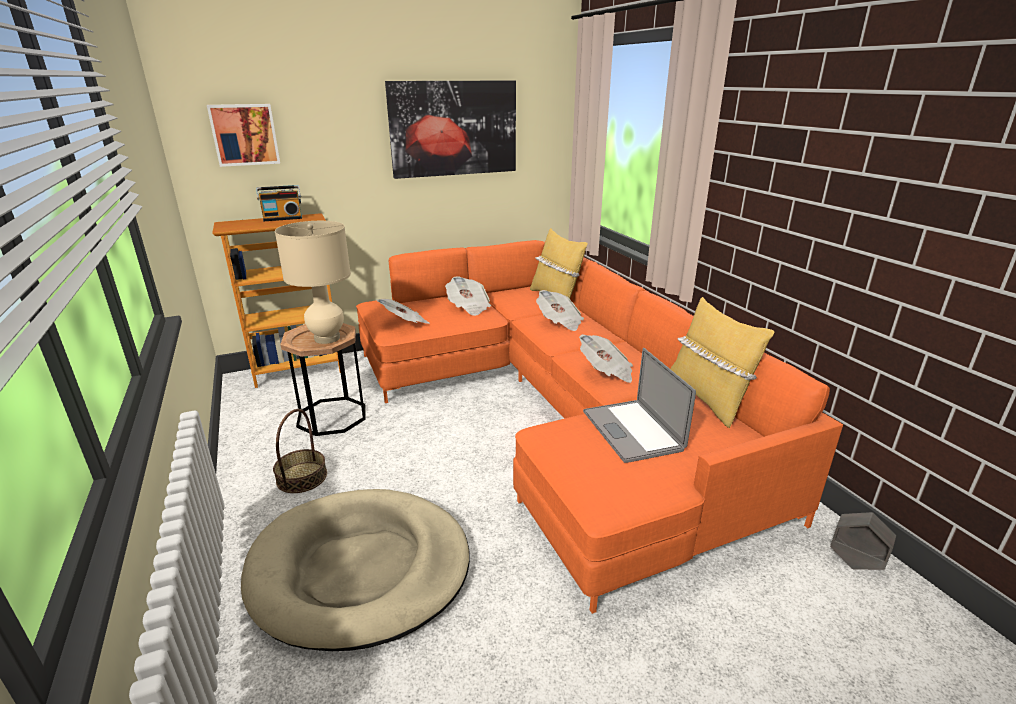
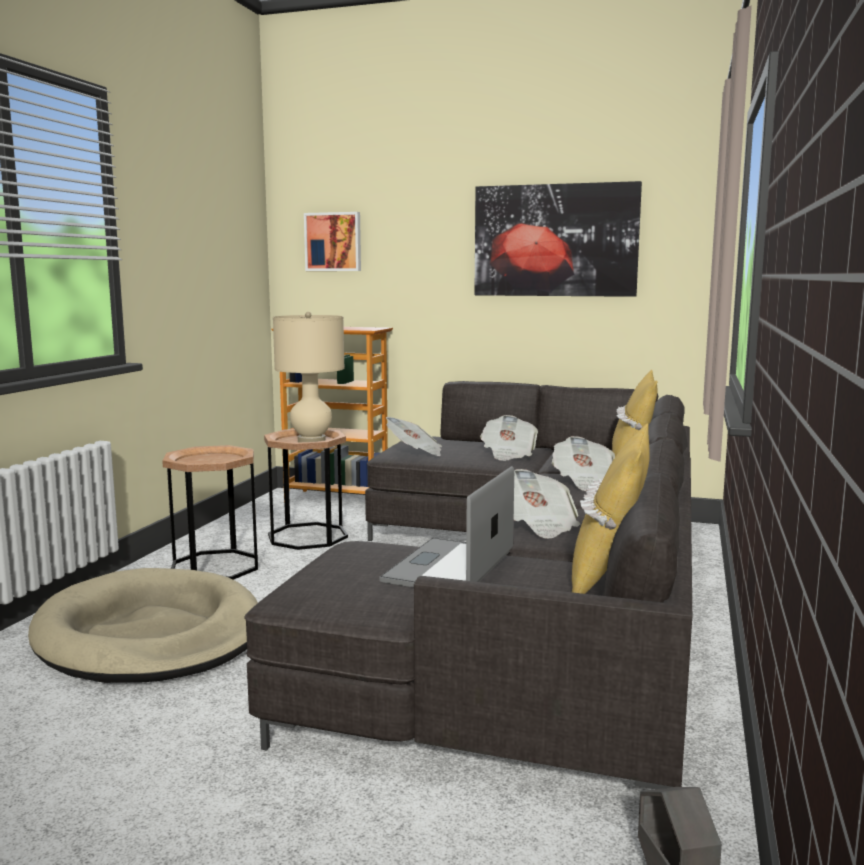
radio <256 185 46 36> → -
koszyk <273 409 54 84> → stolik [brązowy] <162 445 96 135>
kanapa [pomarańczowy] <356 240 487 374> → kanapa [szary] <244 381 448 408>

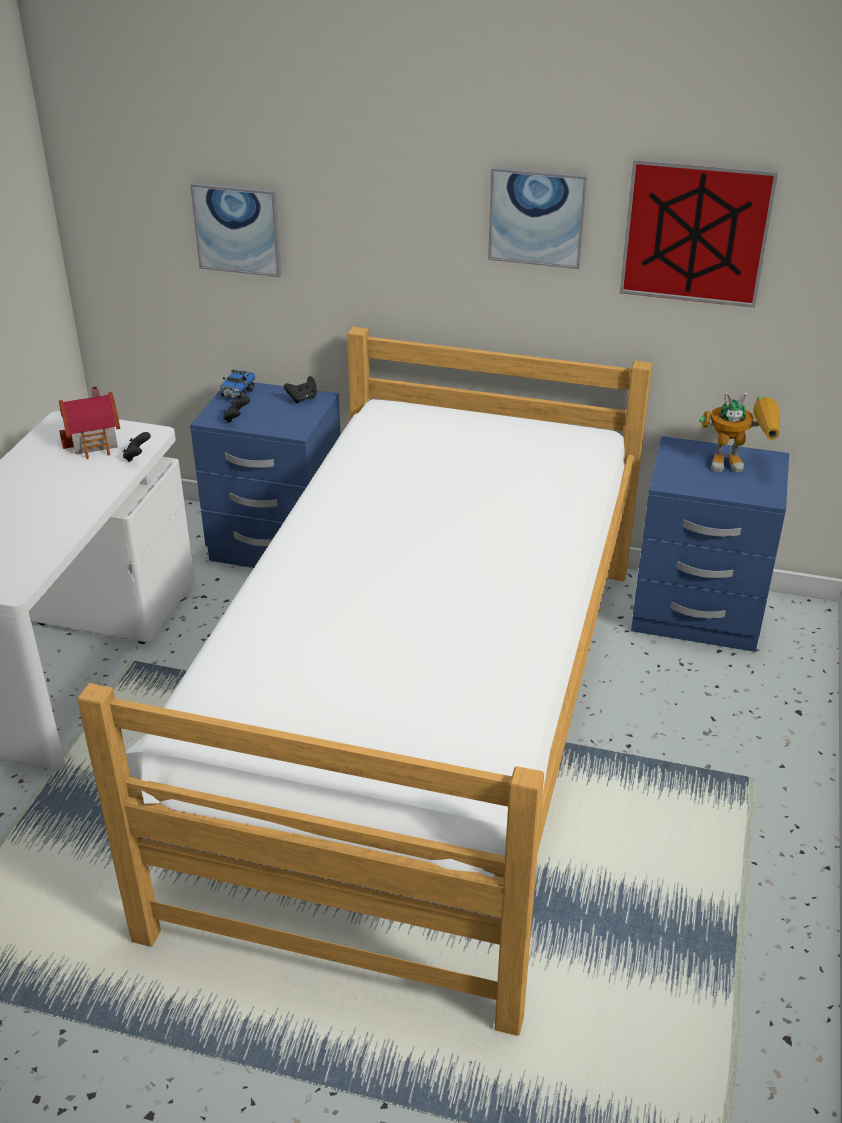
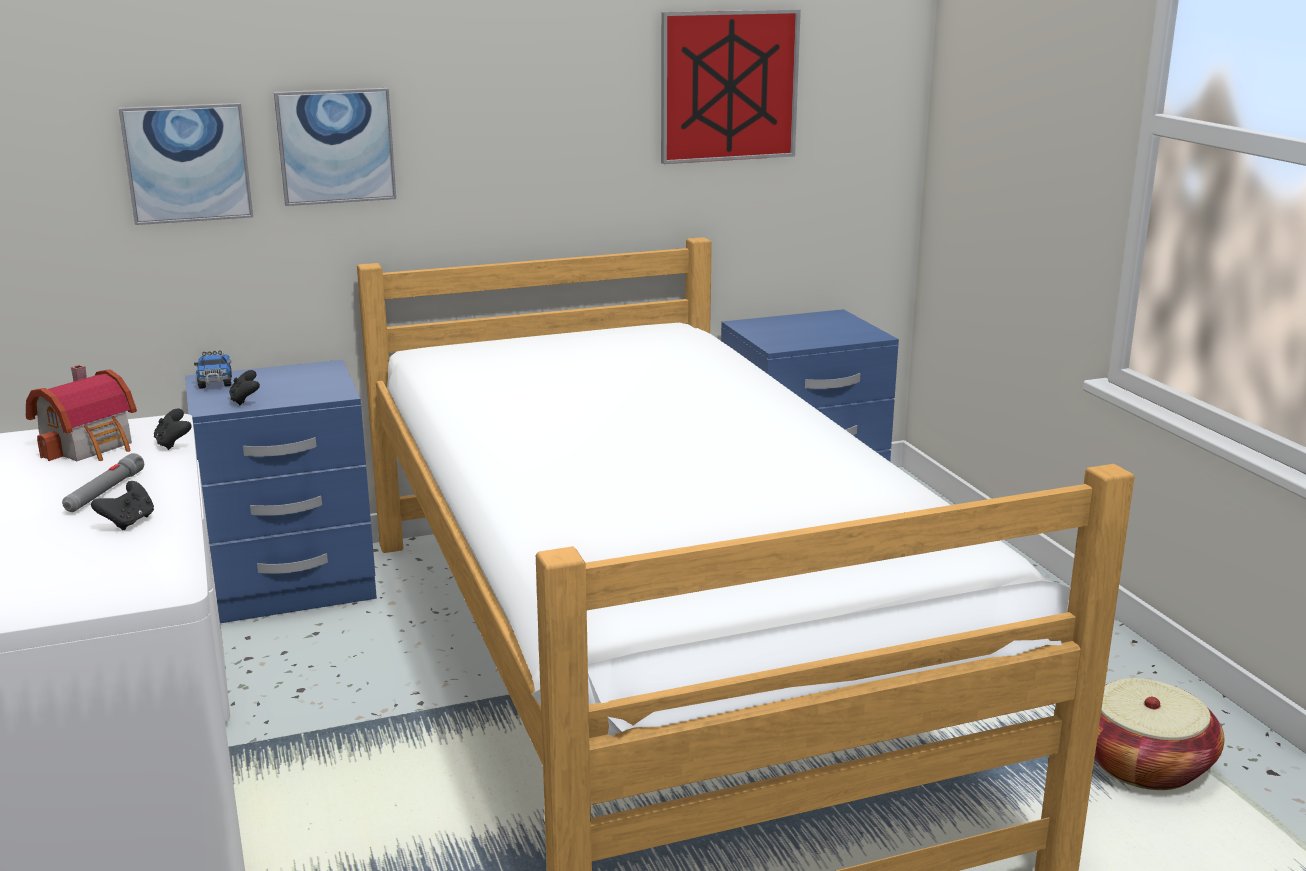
robot zabawkowy <699 392 81 80> → -
- → latarka [szary] <62 453 82 59>
- → koszyk <1095 678 129 112>
pad do gier [czarny] <284 376 33 27> → pad do gier [czarny] <91 481 63 49>, moved
obraz <488 167 99 102> → obraz <274 88 122 118>, moved

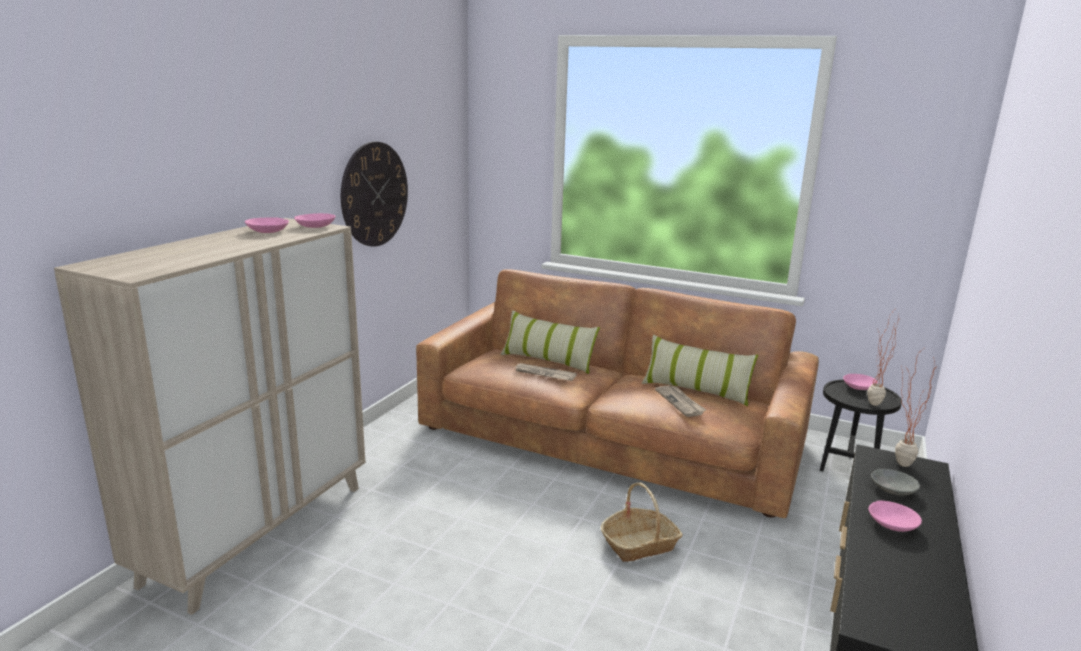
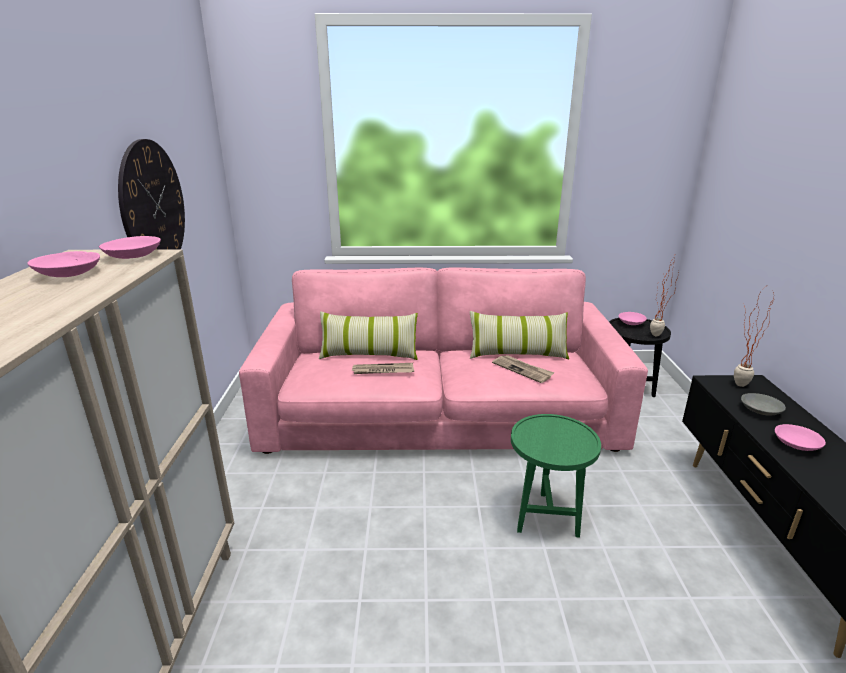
koszyk <601 482 82 80> → stolik [zielony] <511 414 90 124>
kanapa [brązowy] <416 269 403 249> → kanapa [różowy] <239 267 409 187>

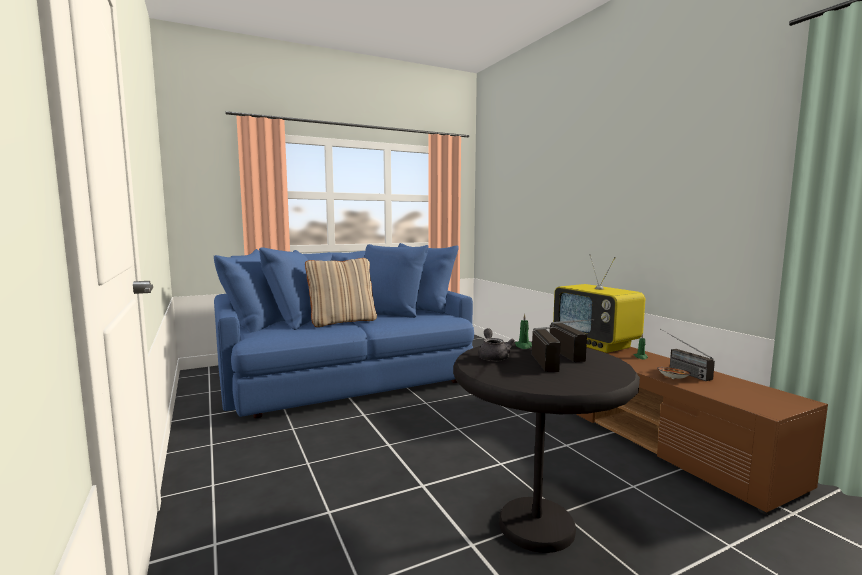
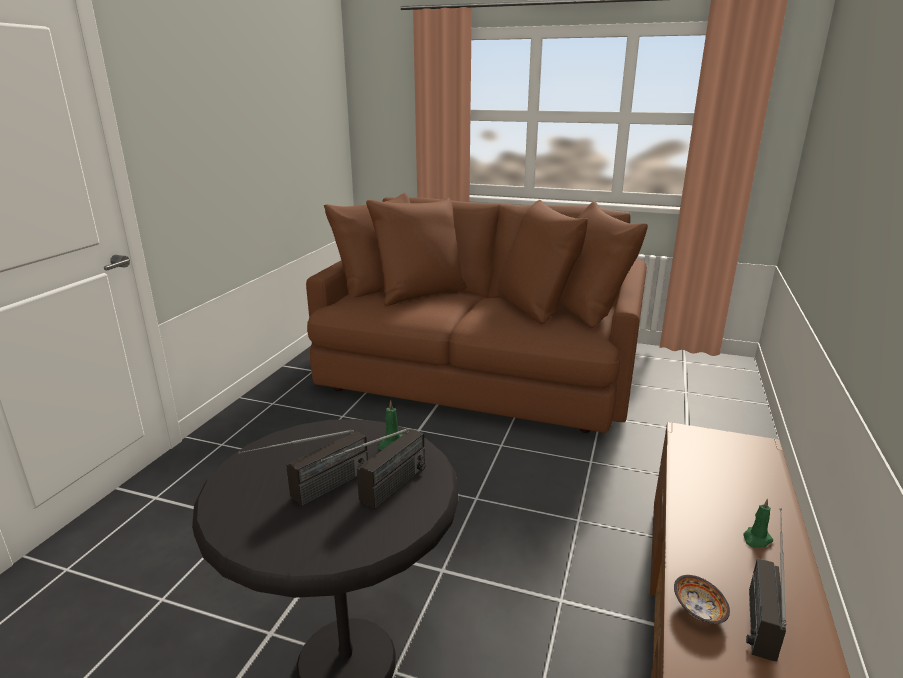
poduszka [beżowy] <305 258 72 69> → -
imbryk [szary] <478 328 37 33> → -
telewizor <553 254 92 99> → -
kanapa [niebieski] <214 243 260 175> → kanapa [brązowy] <306 193 342 240>

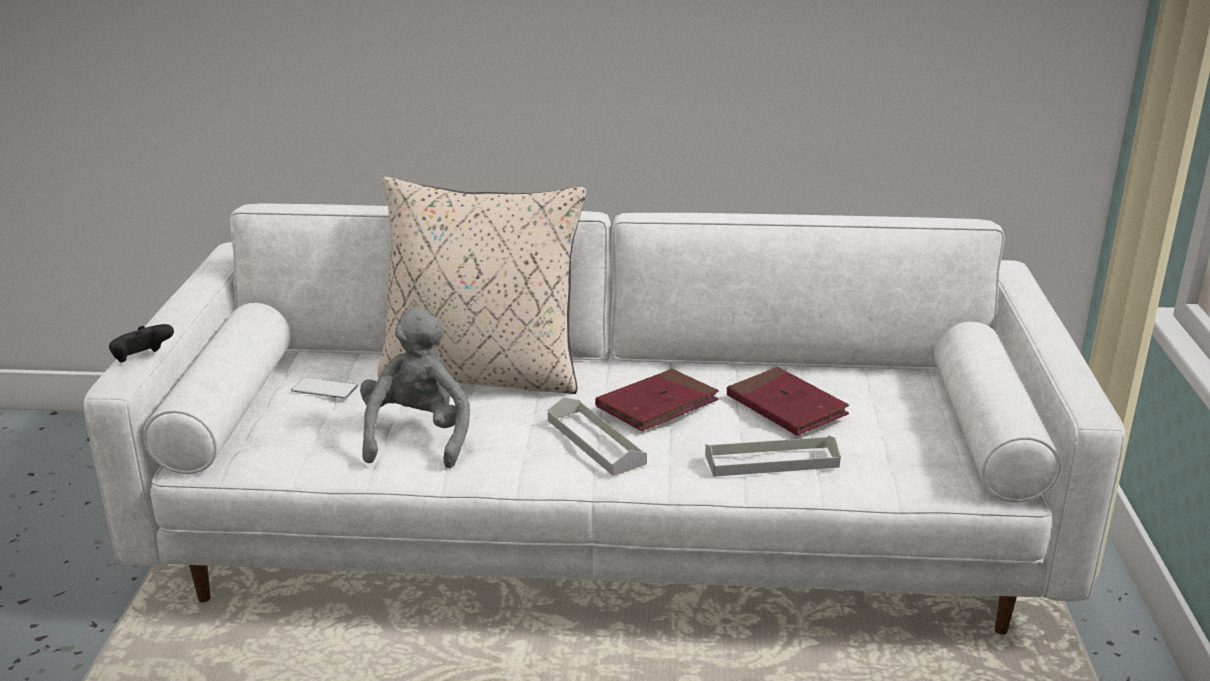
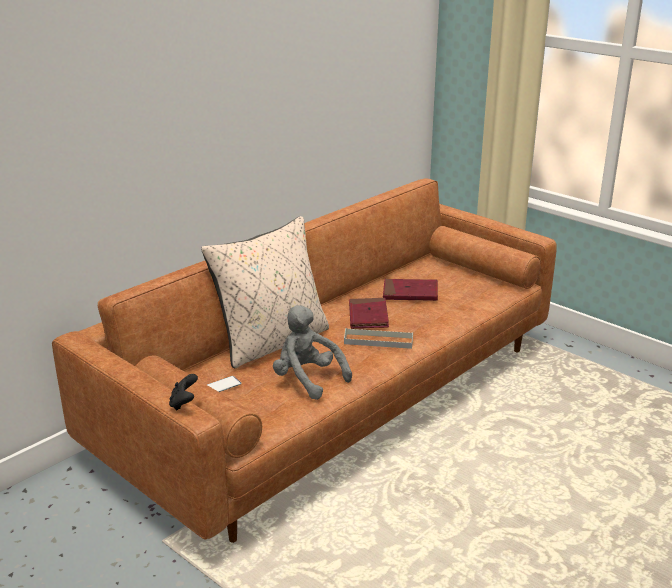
taca [szary] <705 435 136 42> → -
kanapa [biały] <84 203 1041 432> → kanapa [brązowy] <52 179 505 364>

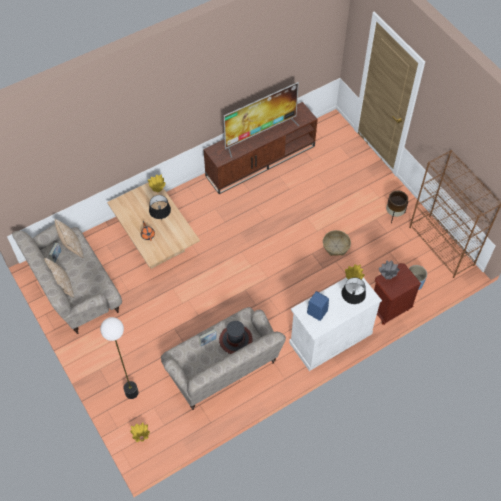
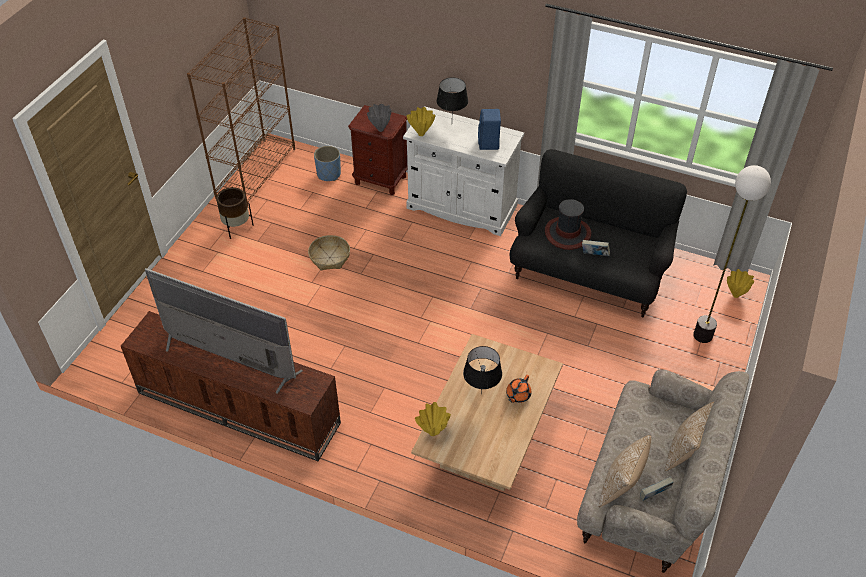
kanapa [beżowy] <161 307 125 103> → kanapa [czarny] <510 149 177 168>

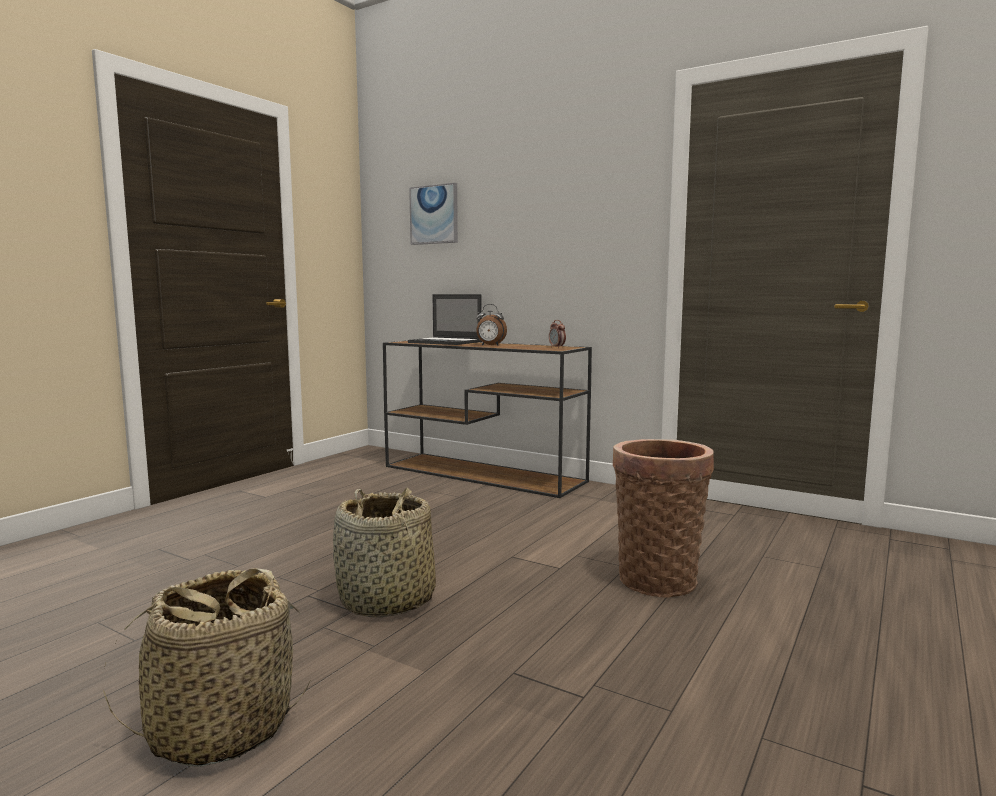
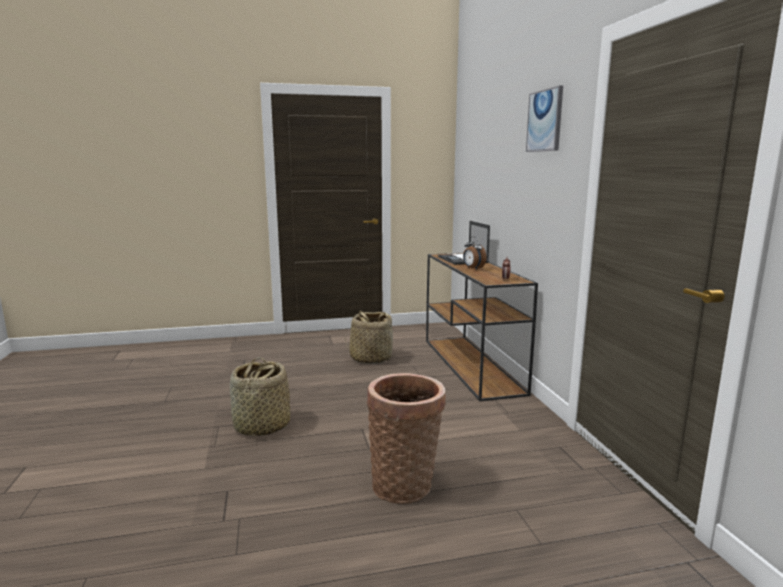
koszyk <103 568 207 199> → koszyk <345 311 50 53>, moved
obraz <409 183 49 62> → obraz <526 85 37 67>, moved

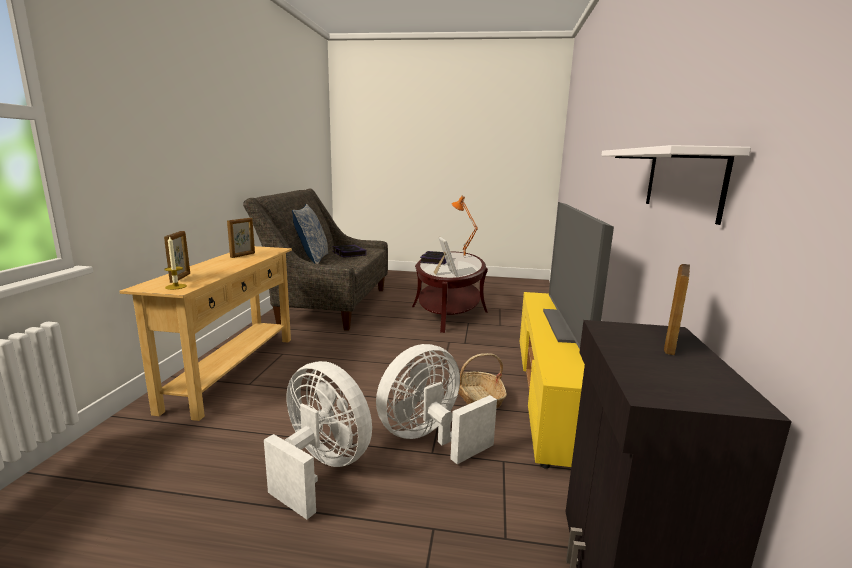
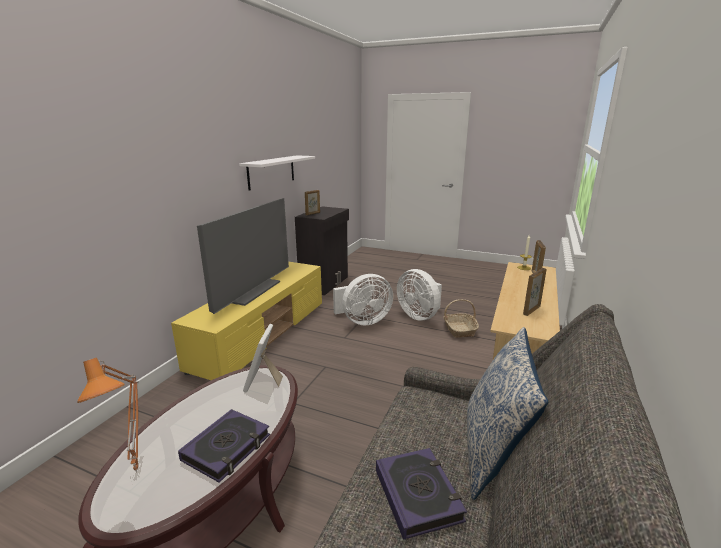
koszyk <458 353 49 55> → koszyk <444 299 35 39>, moved

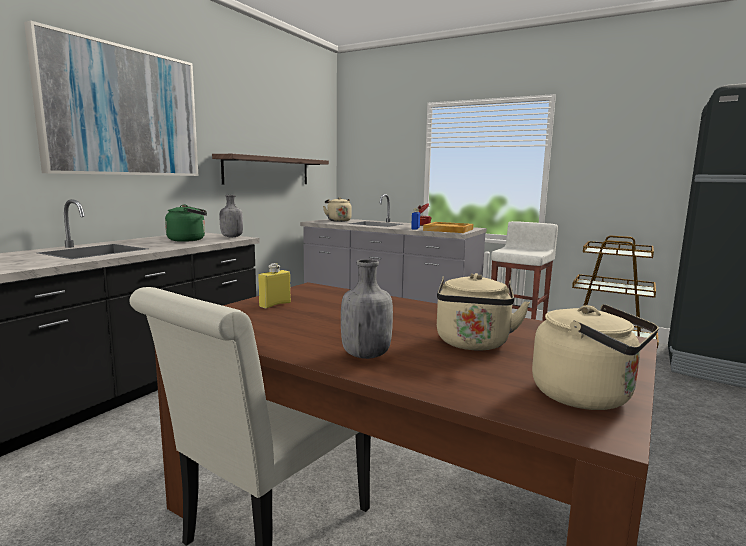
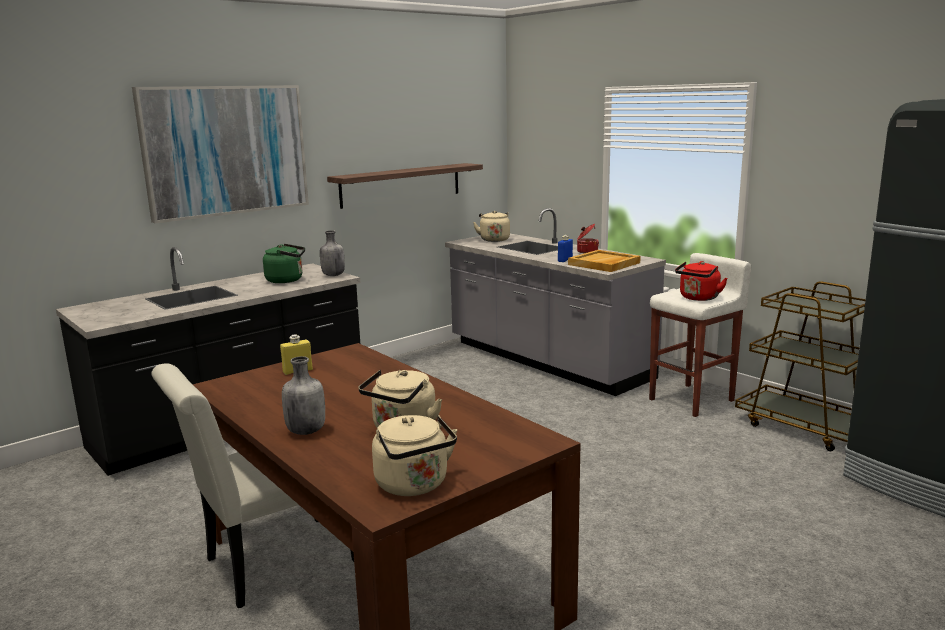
- → czajnik [czerwony] <675 261 53 40>

